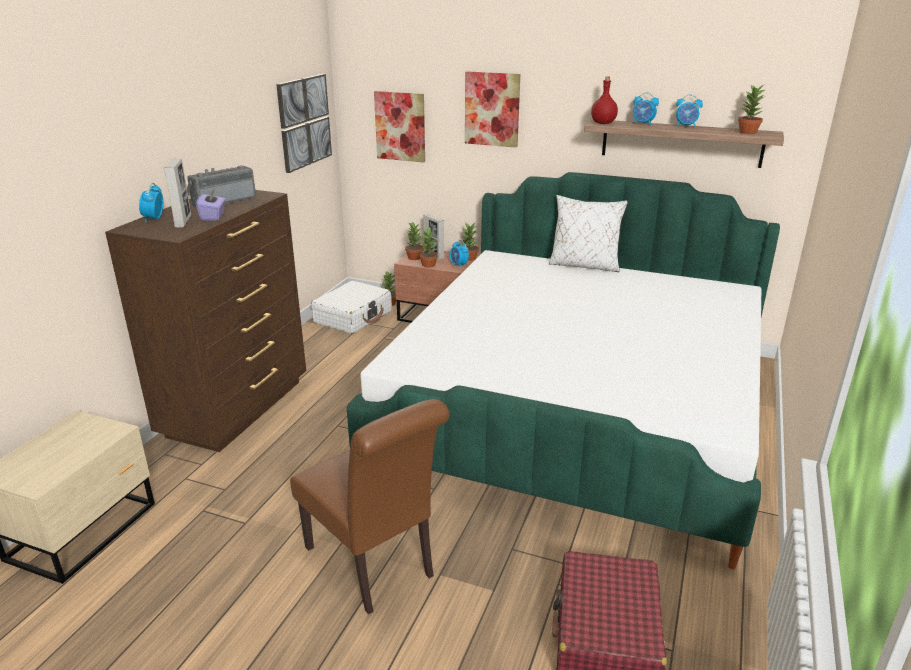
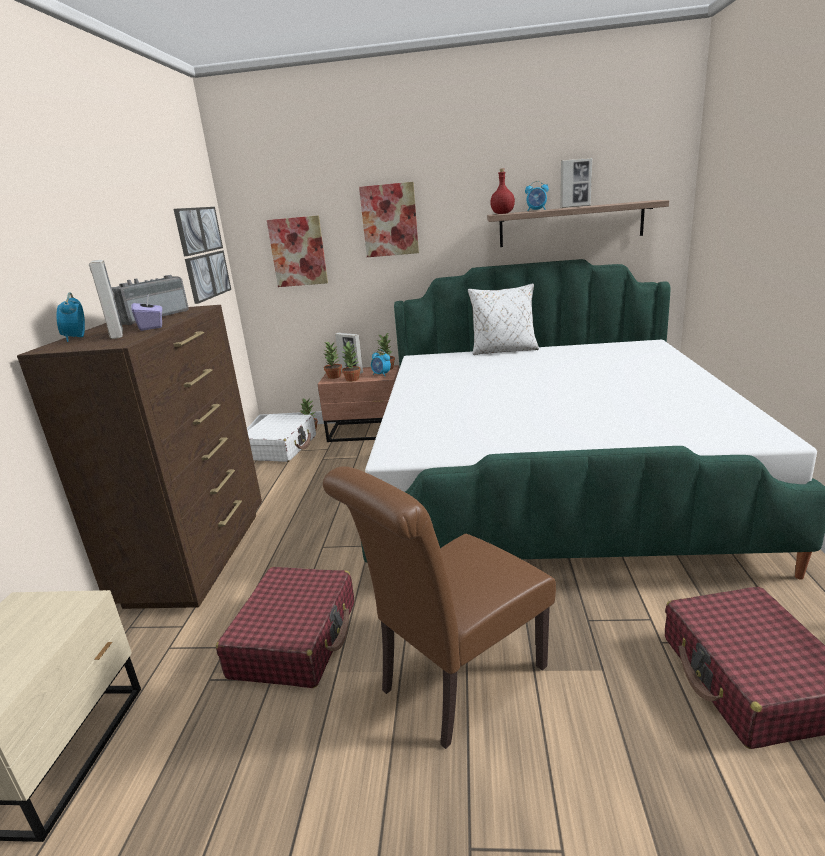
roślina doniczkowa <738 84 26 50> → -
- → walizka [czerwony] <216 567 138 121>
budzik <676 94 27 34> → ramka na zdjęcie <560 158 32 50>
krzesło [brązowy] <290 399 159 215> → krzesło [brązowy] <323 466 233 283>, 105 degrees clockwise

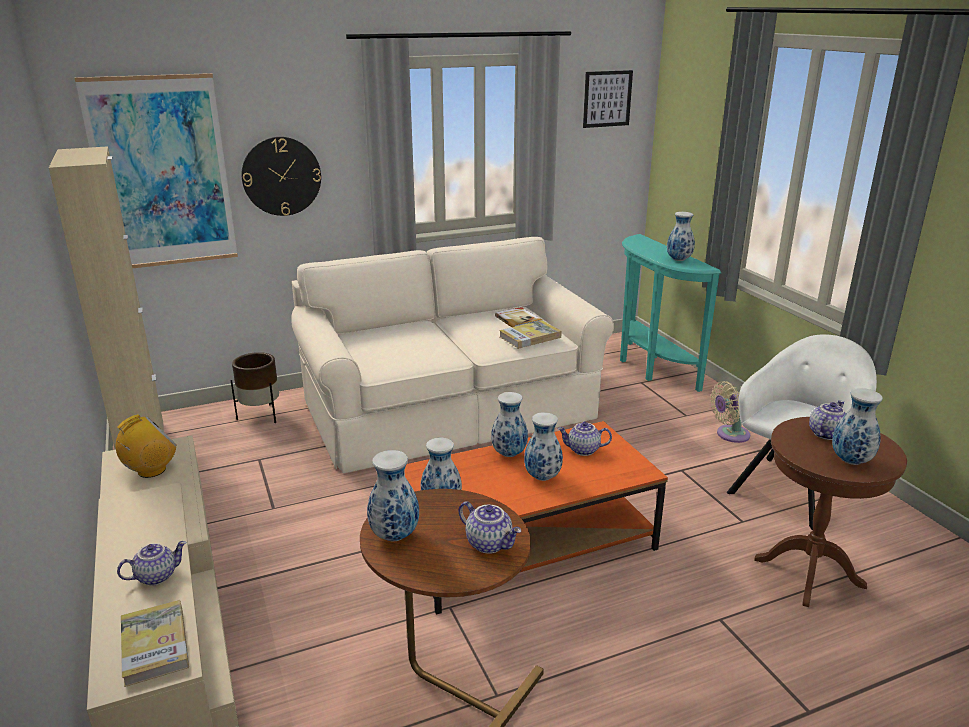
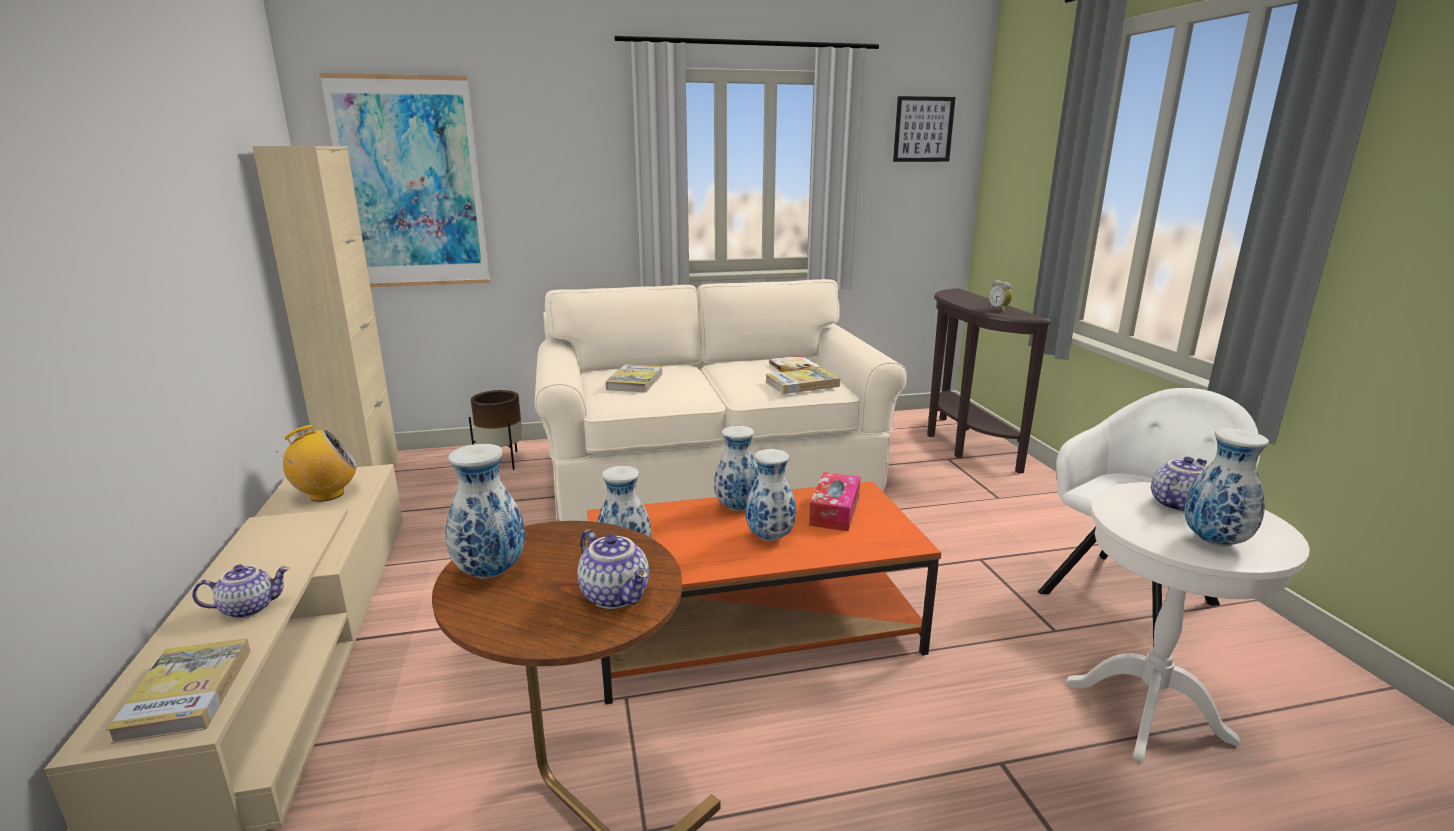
zegar ścienny <242 137 79 79> → -
wentylator [beżowy] <711 381 39 62> → -
- → książka <605 364 58 28>
imbryk <557 422 55 34> → pudełko chusteczek <809 472 51 59>
wazon <667 212 28 49> → budzik <989 280 23 32>
stolik konsolowy [turkusowy] <620 234 101 158> → stolik konsolowy [brązowy] <927 288 124 185>
stolik [brązowy] <754 417 153 190> → stolik [biały] <1065 482 245 281>

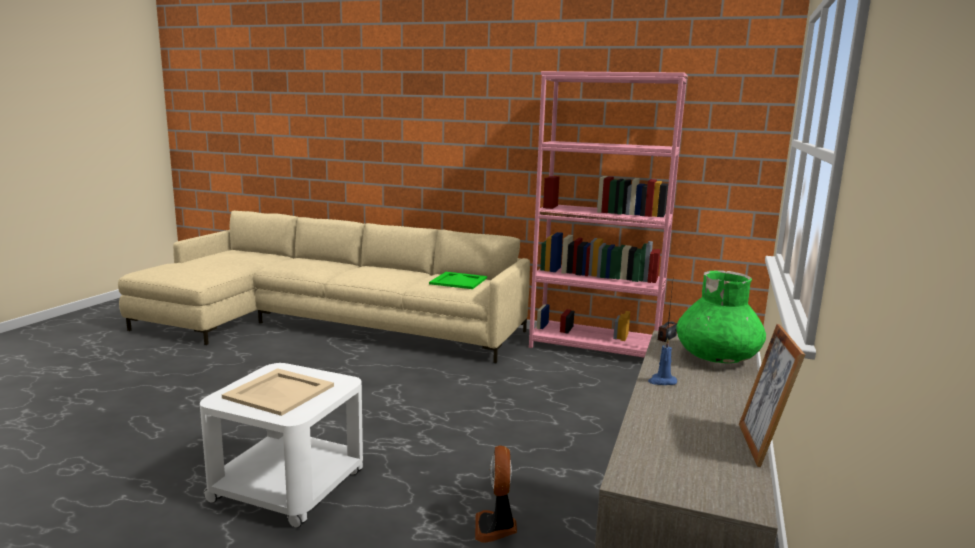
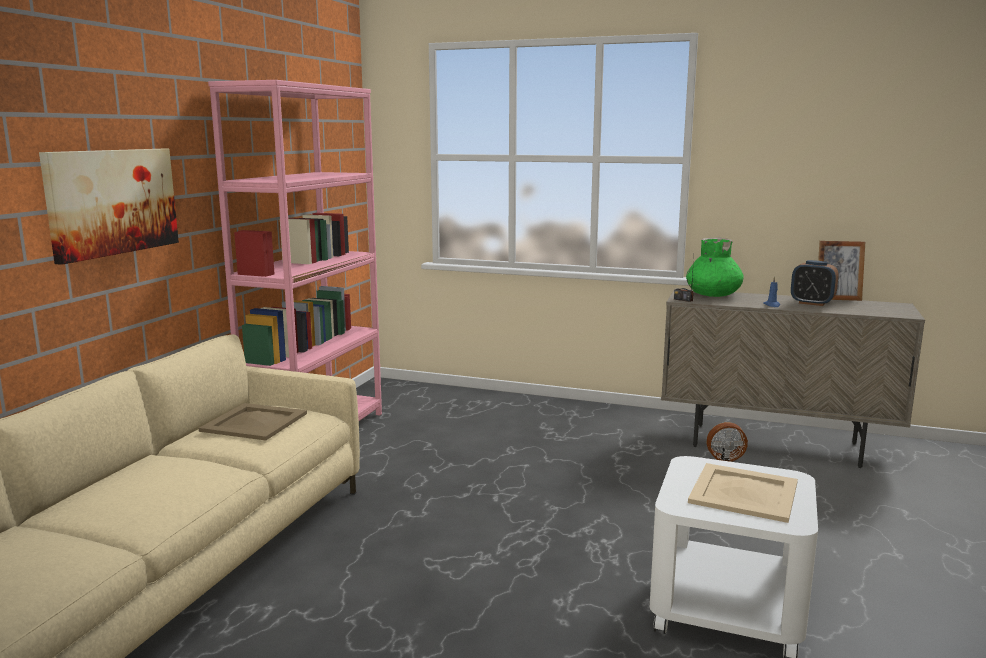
- → obraz <39 149 140 116>
- → budzik <791 260 47 46>
taca [zielony] <429 272 58 17> → taca [beżowy] <199 403 108 37>

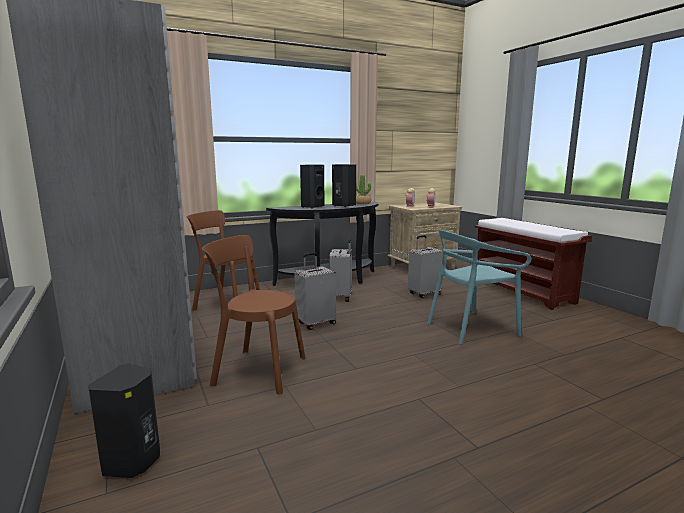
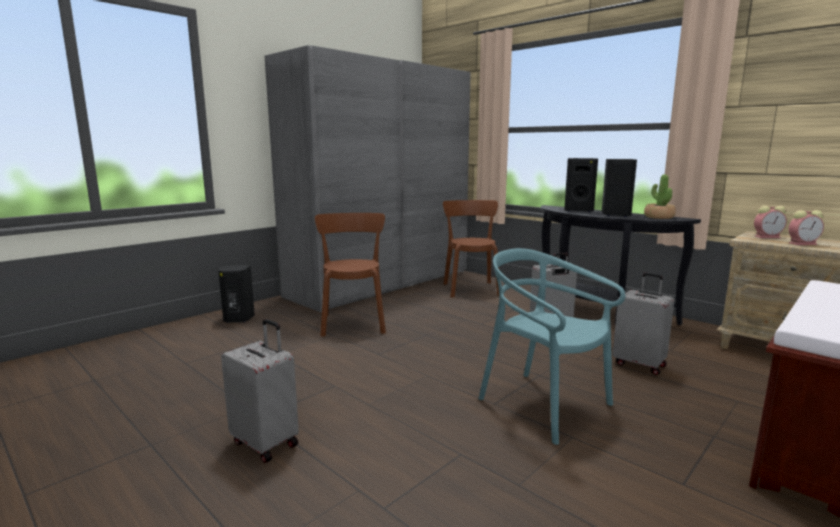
walizka [szary] <294 253 42 77> → walizka [szary] <221 319 78 144>, moved

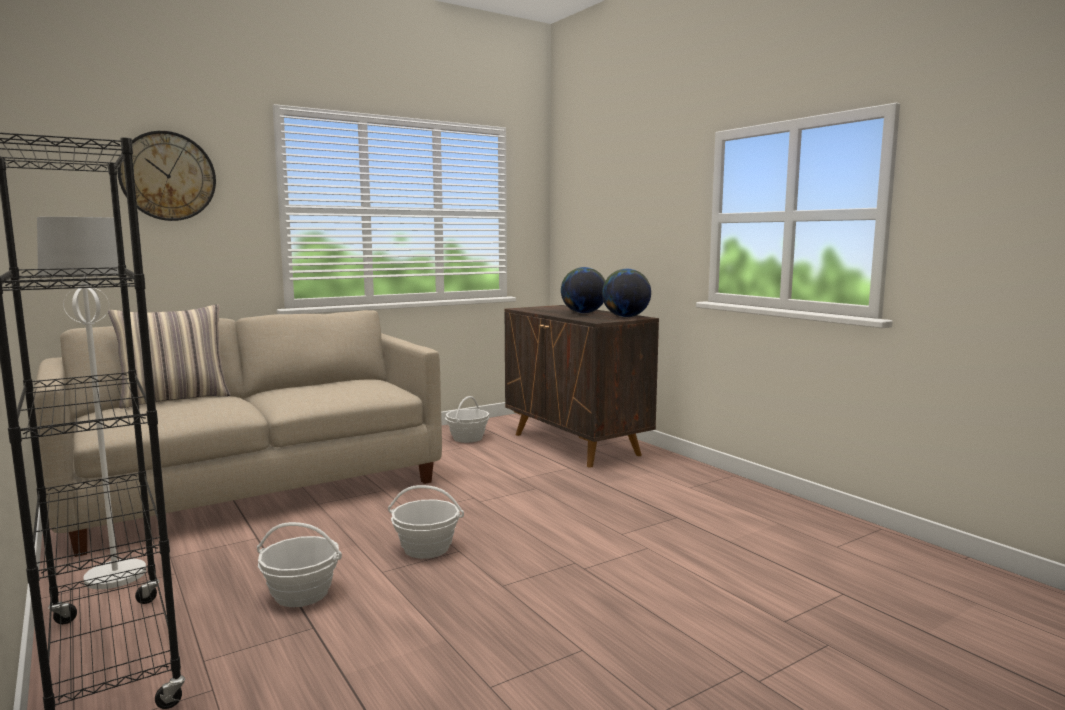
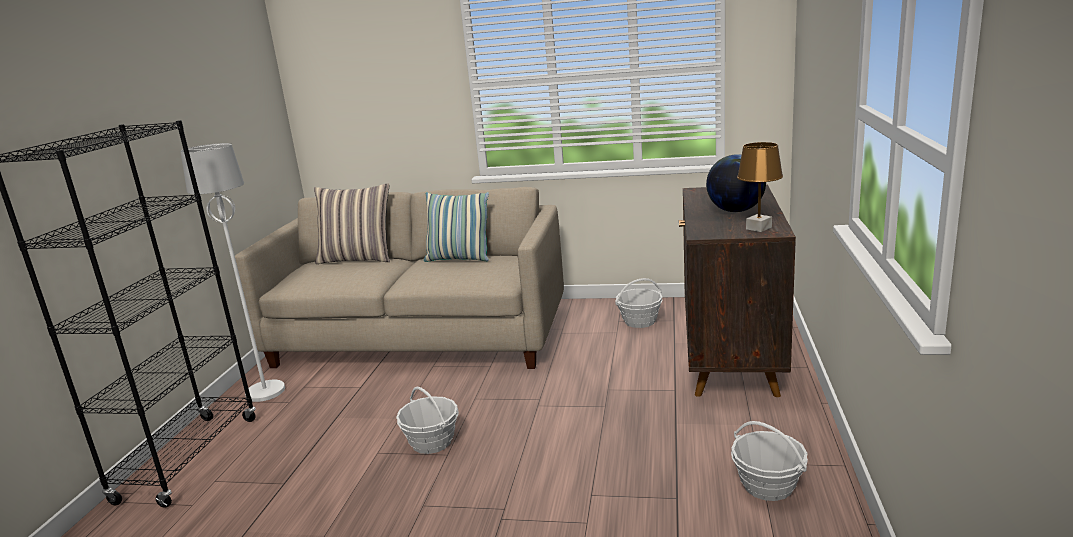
zegar ścienny <117 131 99 90> → -
- → poduszka <424 192 65 70>
koszyk <257 522 85 85> → koszyk <731 421 77 80>, moved
globus <602 269 49 48> → lampa stołowa [brązowy] <737 142 46 90>

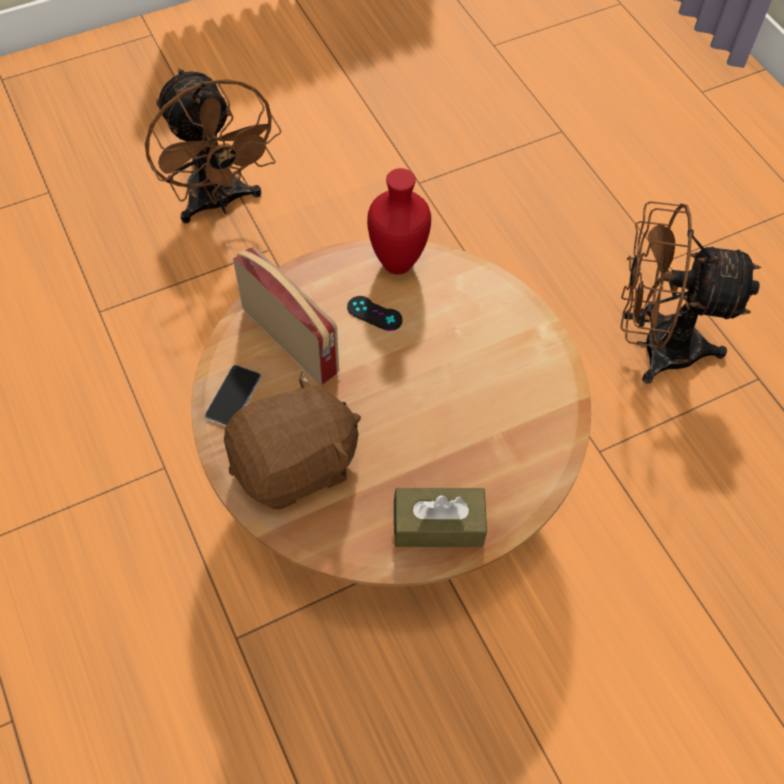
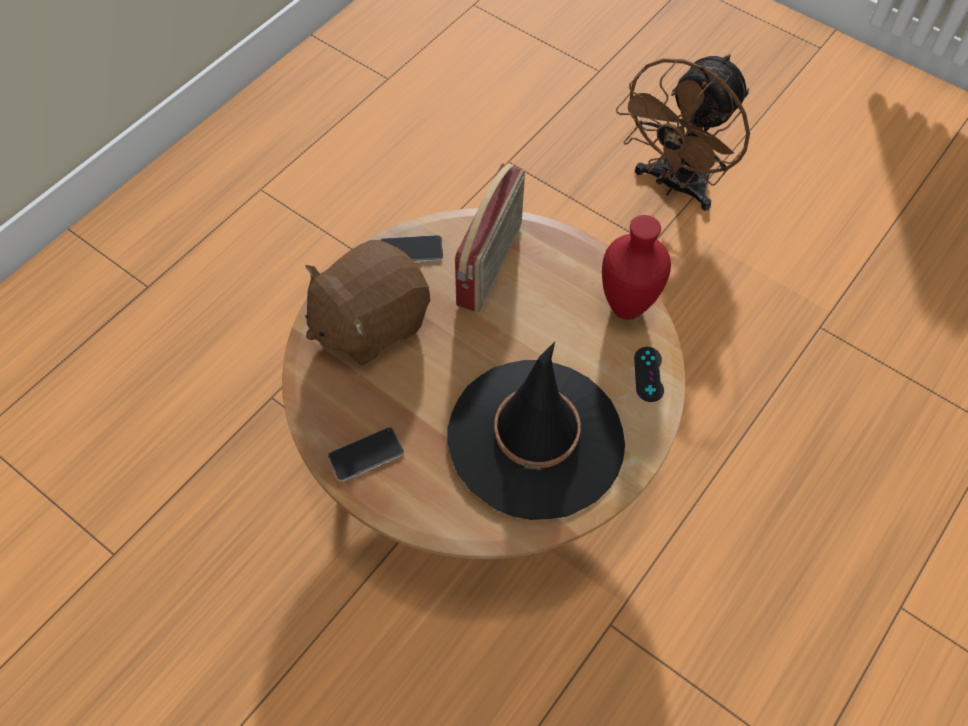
wentylator [brązowy] <621 201 140 183> → -
- → kapelusz [czarny] <447 342 178 178>
pad do gier [czarny] <347 296 56 35> → pad do gier [czarny] <634 347 30 55>, moved
pudełko chusteczek [brązowy] <394 488 93 59> → telefon <328 427 76 55>
pluszak [brązowy] <224 372 137 137> → pluszak [brązowy] <305 240 125 125>, 105 degrees clockwise

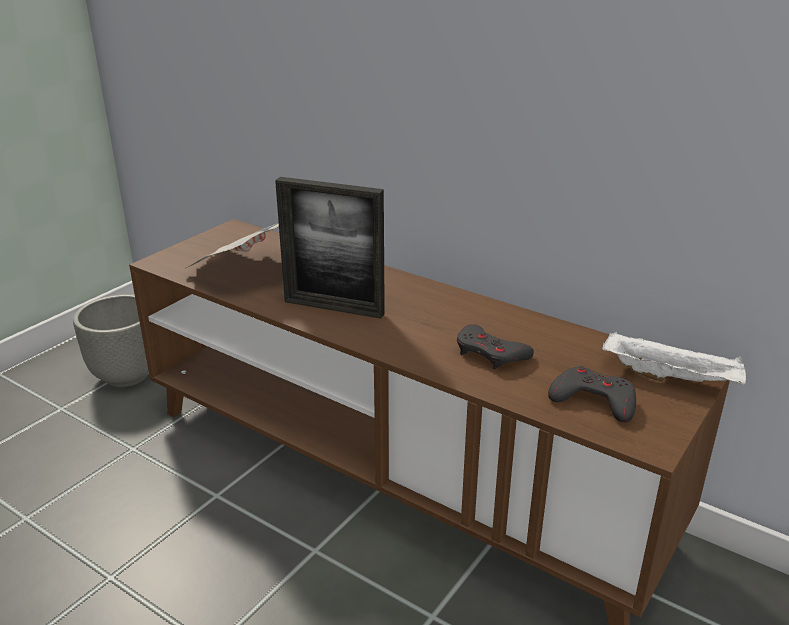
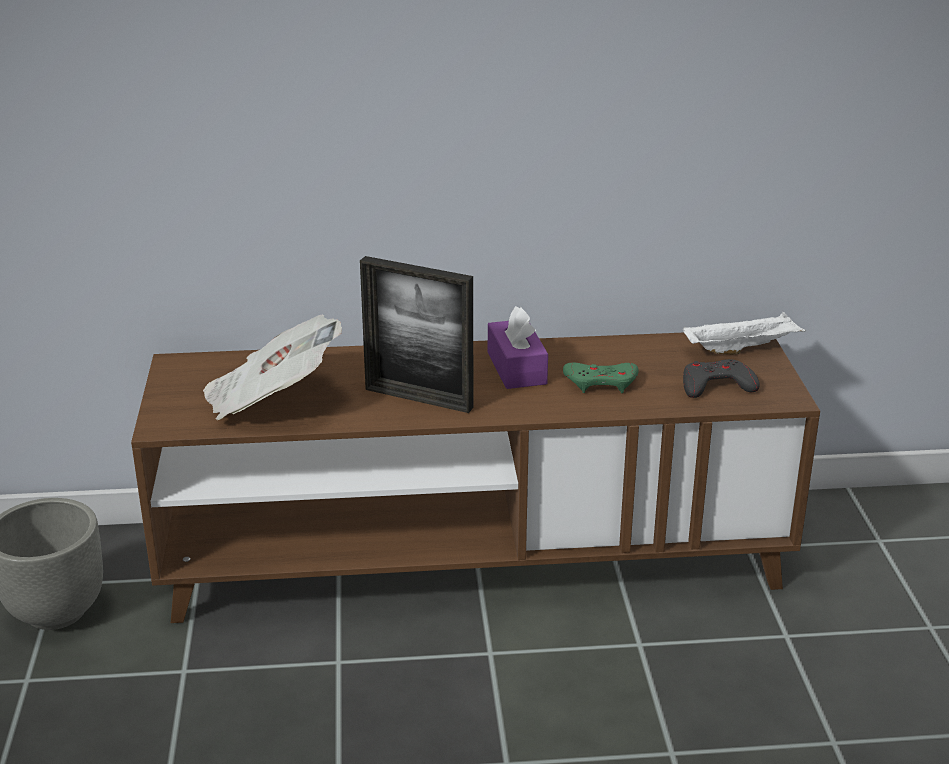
- → pudełko chusteczek [fioletowy] <488 306 60 83>
pad do gier [szary] <457 324 77 45> → pad do gier [zielony] <563 363 76 30>
ramka na zdjęcie <275 177 110 142> → ramka na zdjęcie <360 256 113 157>, 45 degrees clockwise

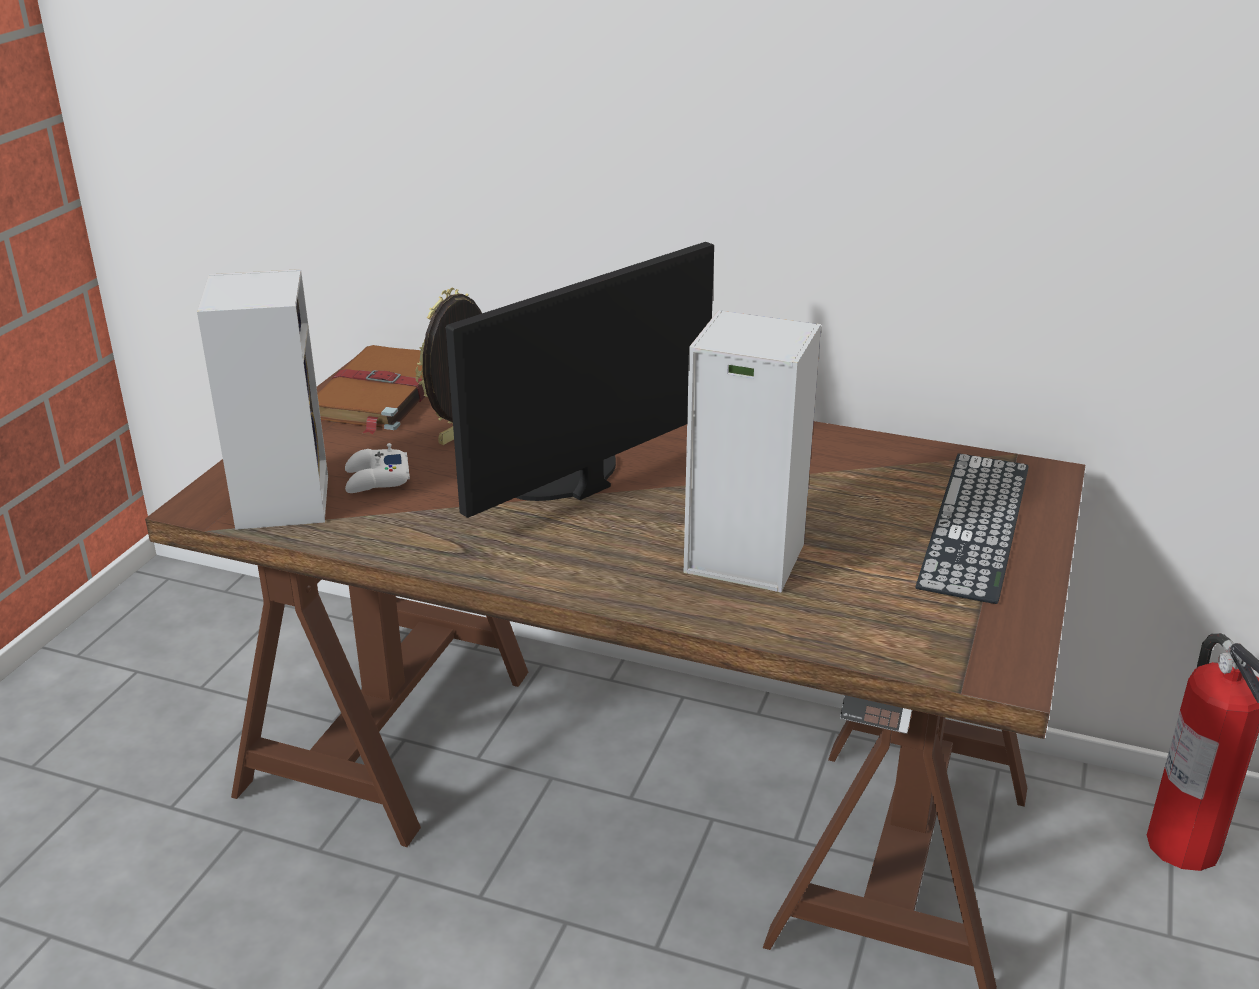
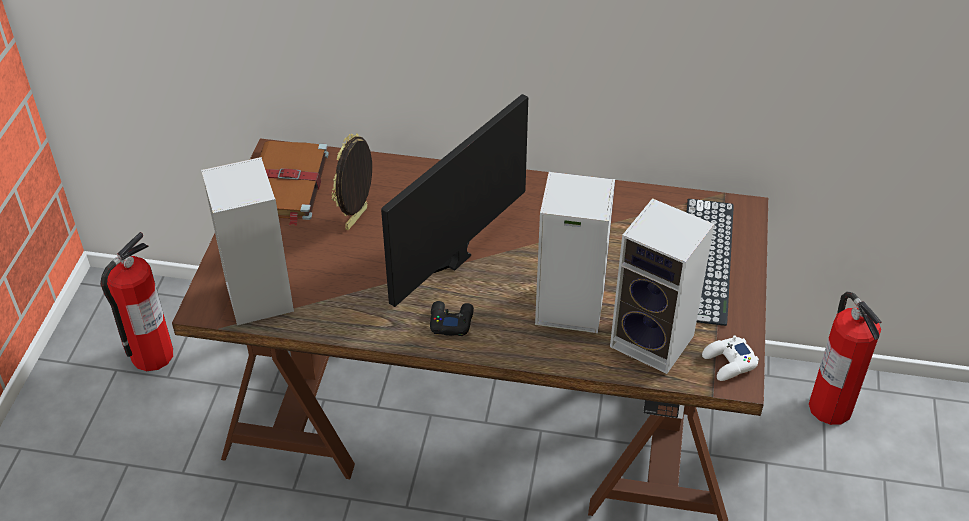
- → gaśnica <100 232 73 139>
- → pad do gier [czarny] <430 301 44 35>
- → głośnik <610 198 104 176>
pad do gier [biały] <345 443 65 50> → pad do gier [biały] <702 335 57 46>, moved

